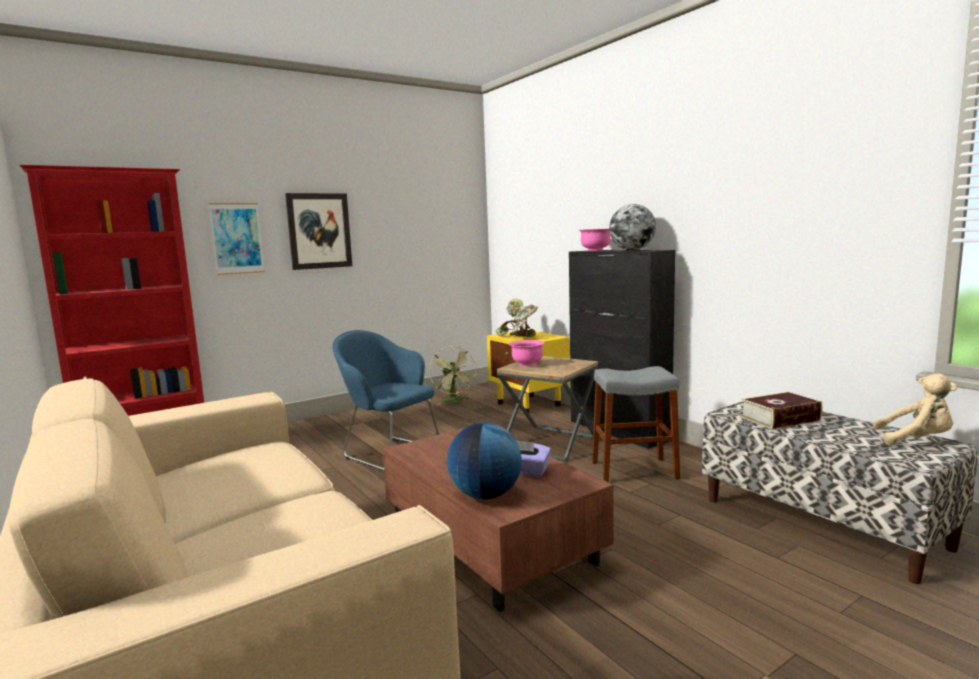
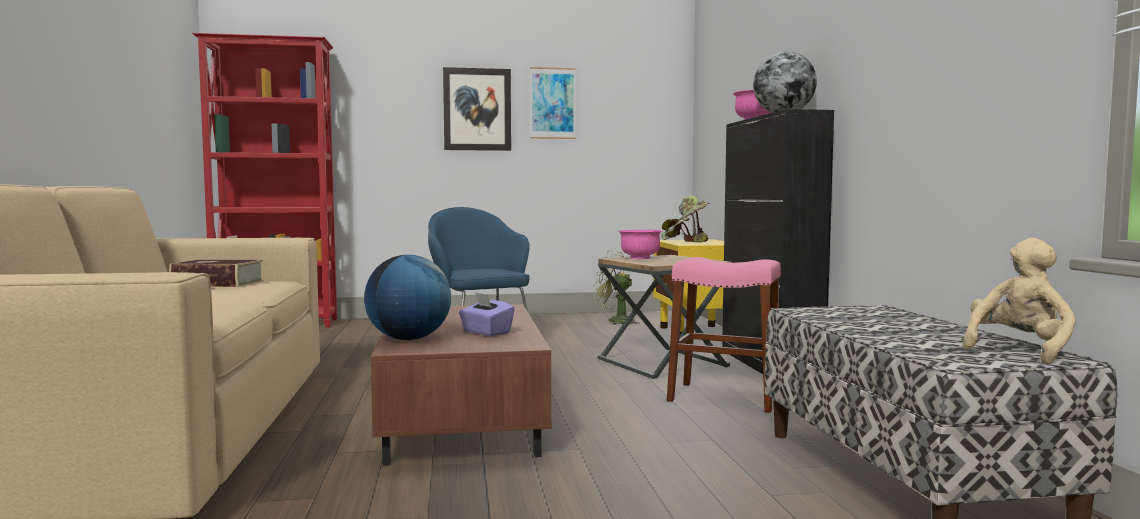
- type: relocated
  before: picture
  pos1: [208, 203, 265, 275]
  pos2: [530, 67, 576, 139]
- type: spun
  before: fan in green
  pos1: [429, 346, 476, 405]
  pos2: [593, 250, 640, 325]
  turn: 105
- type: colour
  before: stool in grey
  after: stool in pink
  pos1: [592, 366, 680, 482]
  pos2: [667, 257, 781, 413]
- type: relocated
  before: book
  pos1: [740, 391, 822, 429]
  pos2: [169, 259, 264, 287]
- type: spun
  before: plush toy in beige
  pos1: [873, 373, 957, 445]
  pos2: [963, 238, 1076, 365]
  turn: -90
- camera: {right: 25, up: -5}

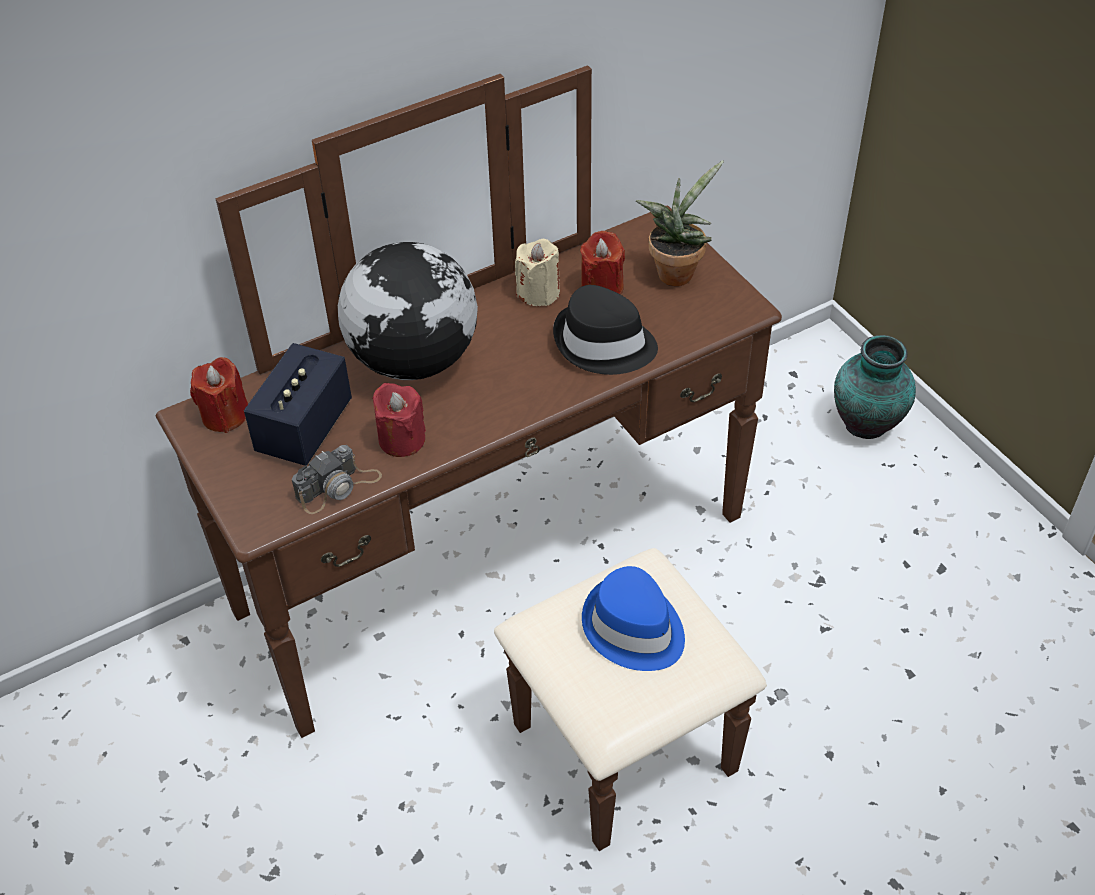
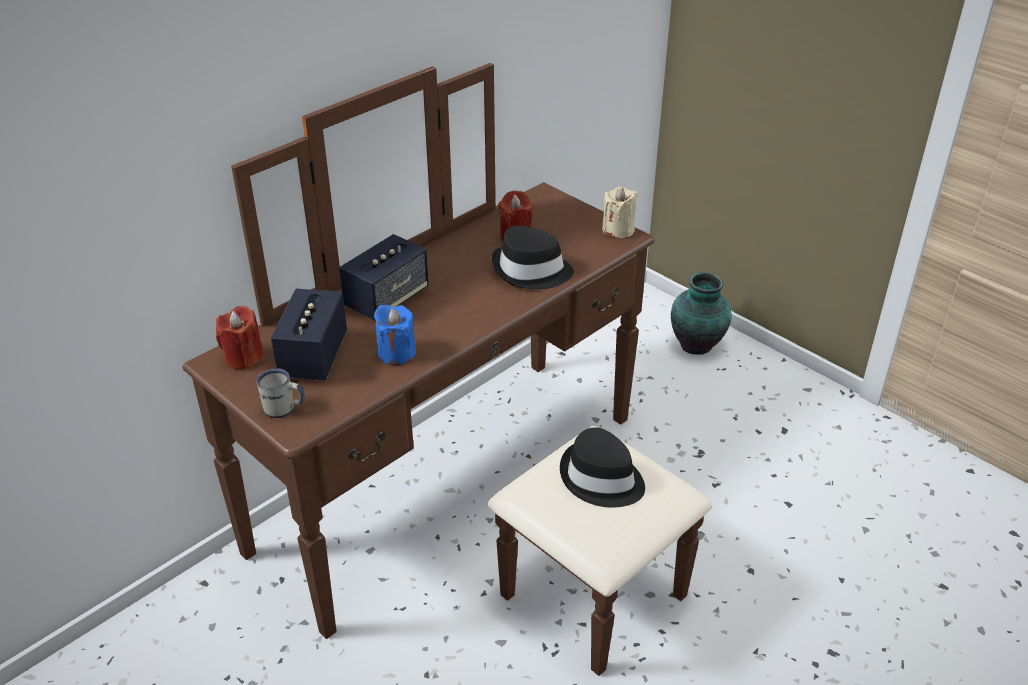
- type: missing
  before: photo camera
  pos1: [292, 445, 382, 514]
- type: exchanged
  before: globe
  after: speaker
  pos1: [338, 242, 478, 380]
  pos2: [339, 234, 429, 320]
- type: colour
  before: candle in red
  after: candle in blue
  pos1: [372, 383, 426, 457]
  pos2: [374, 305, 416, 365]
- type: relocated
  before: candle in beige
  pos1: [515, 239, 560, 306]
  pos2: [602, 186, 638, 238]
- type: colour
  before: hat in blue
  after: hat in black
  pos1: [582, 566, 685, 671]
  pos2: [560, 427, 645, 507]
- type: missing
  before: potted plant
  pos1: [636, 160, 724, 286]
- type: appeared
  after: mug in white
  pos2: [256, 368, 305, 418]
- camera: {right: -15, up: -10}

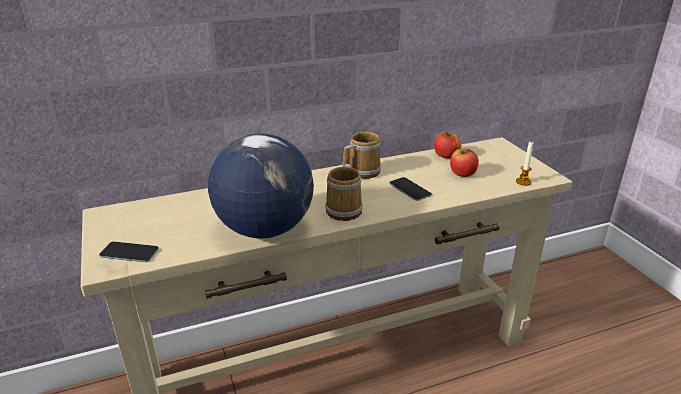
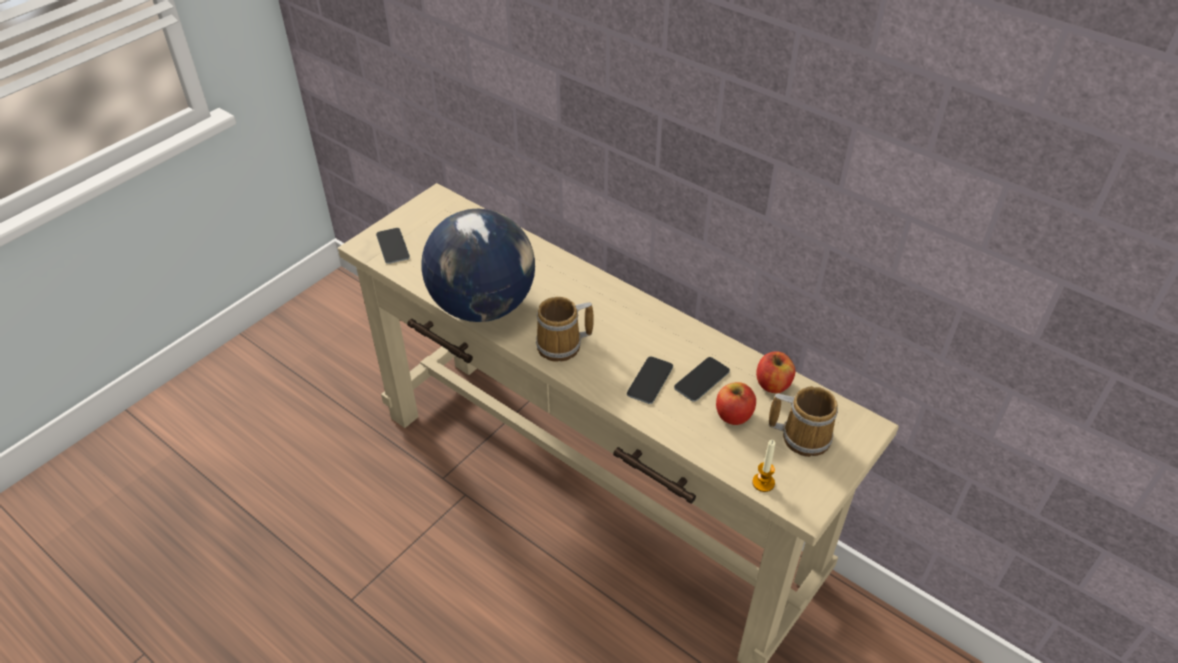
- type: relocated
  before: mug
  pos1: [343, 132, 381, 179]
  pos2: [769, 386, 838, 457]
- type: appeared
  after: phone
  pos2: [674, 357, 730, 401]
- camera: {right: 60, up: 15}

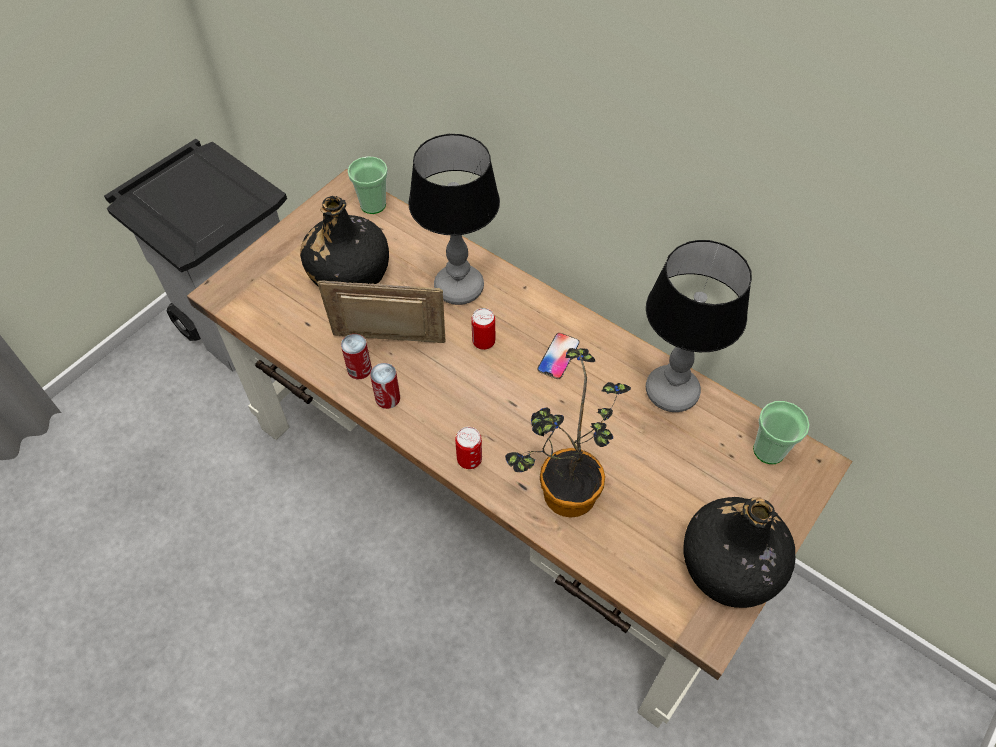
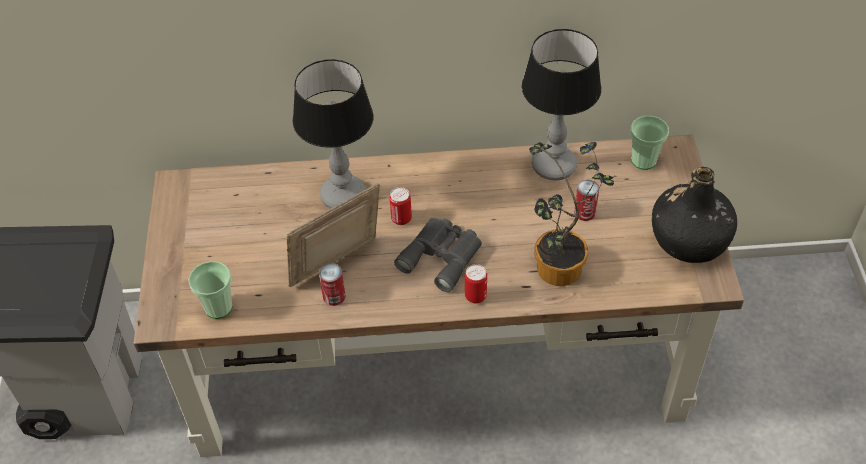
- type: missing
  before: bottle in black
  pos1: [300, 196, 389, 287]
- type: relocated
  before: cup
  pos1: [348, 156, 388, 214]
  pos2: [188, 261, 232, 319]
- type: relocated
  before: can
  pos1: [370, 363, 400, 409]
  pos2: [574, 179, 599, 221]
- type: missing
  before: phone
  pos1: [537, 333, 579, 379]
- type: appeared
  after: binoculars in grey
  pos2: [394, 218, 482, 292]
- camera: {right: -40, up: -5}

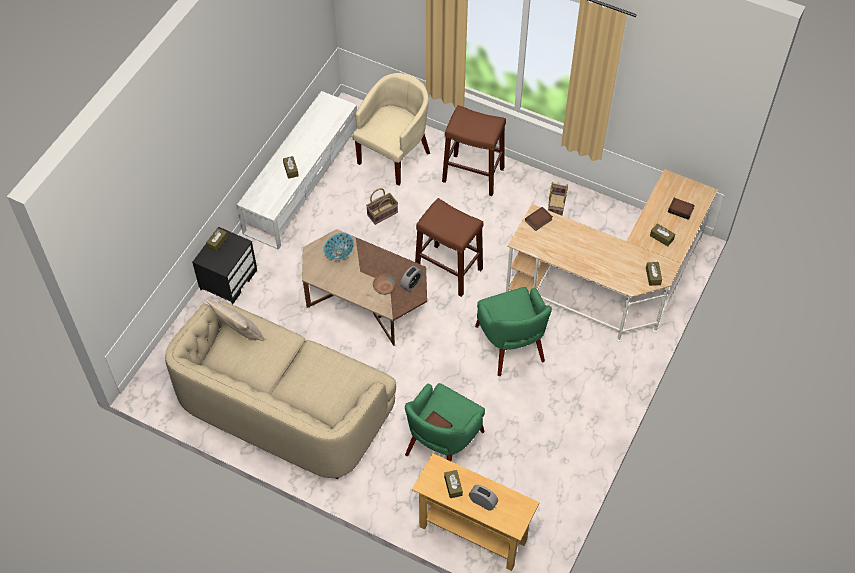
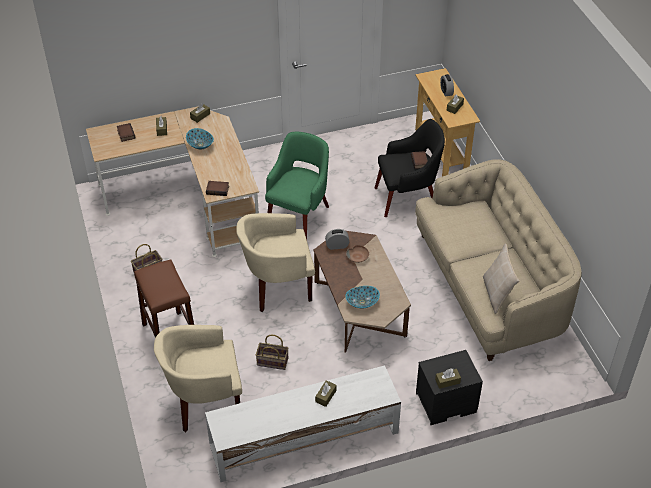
- type: colour
  before: armchair in green
  after: armchair in black
  pos1: [405, 383, 485, 462]
  pos2: [374, 119, 445, 217]
- type: exchanged
  before: stool in brown
  after: armchair in beige
  pos1: [415, 198, 483, 297]
  pos2: [236, 213, 315, 312]
- type: appeared
  after: bowl
  pos2: [186, 128, 214, 149]
- camera: {right: -135, up: -10}

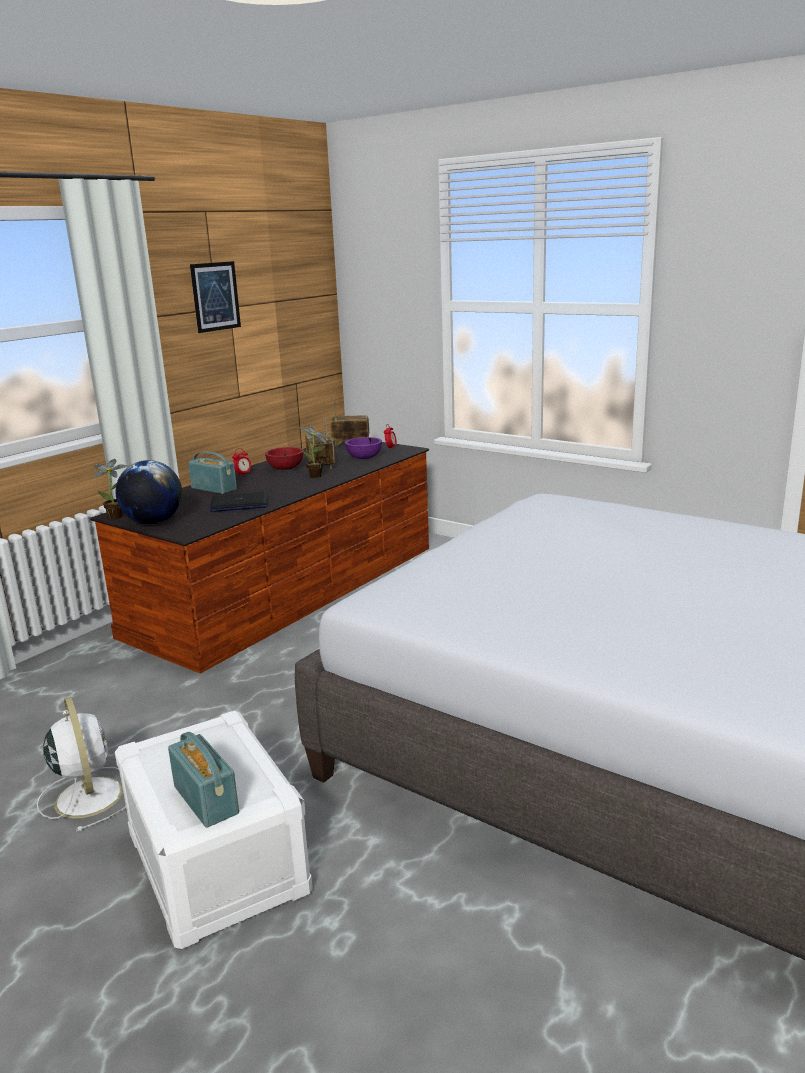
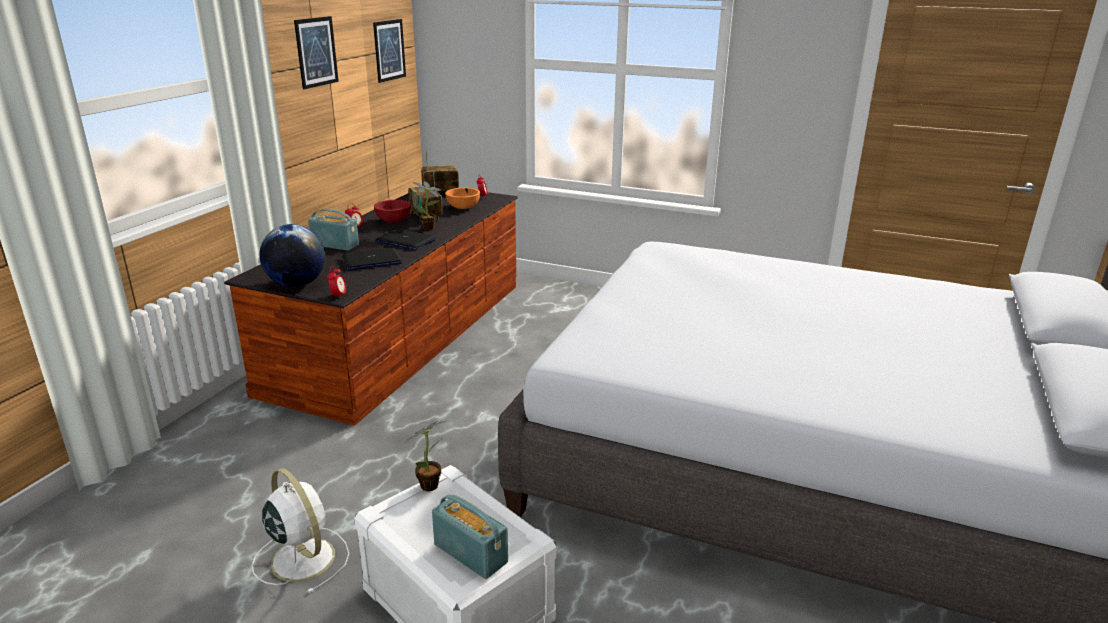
- type: relocated
  before: potted plant
  pos1: [92, 459, 128, 519]
  pos2: [403, 420, 448, 491]
- type: colour
  before: bowl in purple
  after: bowl in orange
  pos1: [345, 437, 382, 459]
  pos2: [445, 188, 480, 209]
- type: appeared
  after: alarm clock
  pos2: [327, 266, 346, 299]
- type: appeared
  after: picture
  pos2: [373, 19, 406, 83]
- type: appeared
  after: laptop
  pos2: [376, 229, 436, 250]
- camera: {right: -15, up: 5}

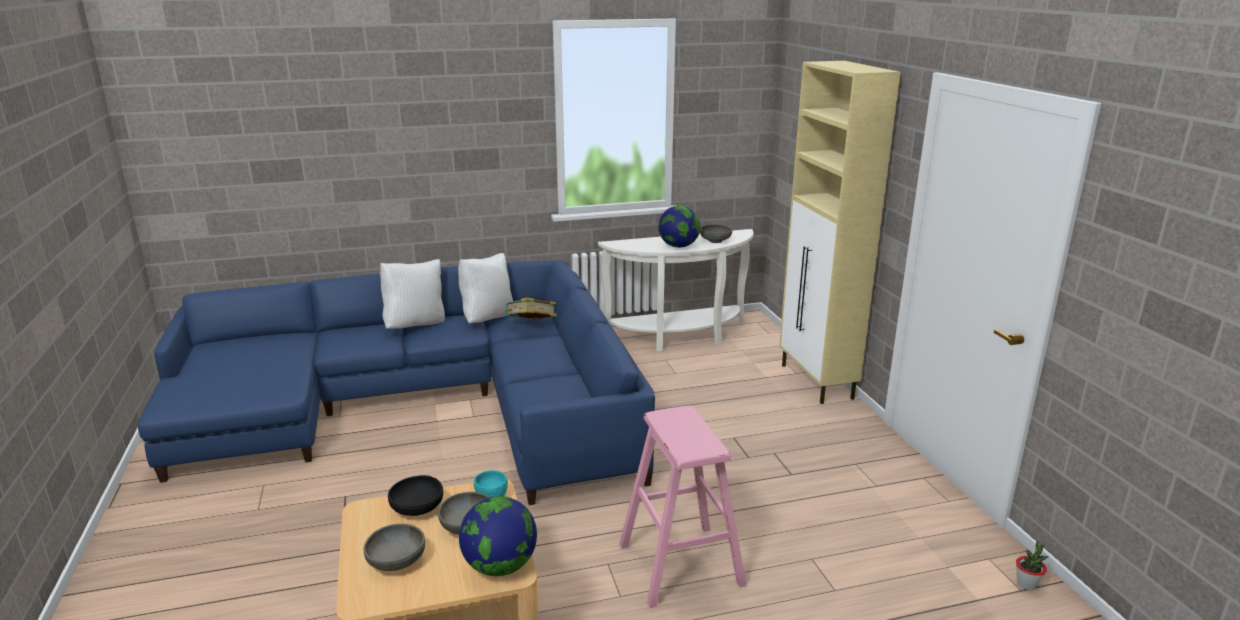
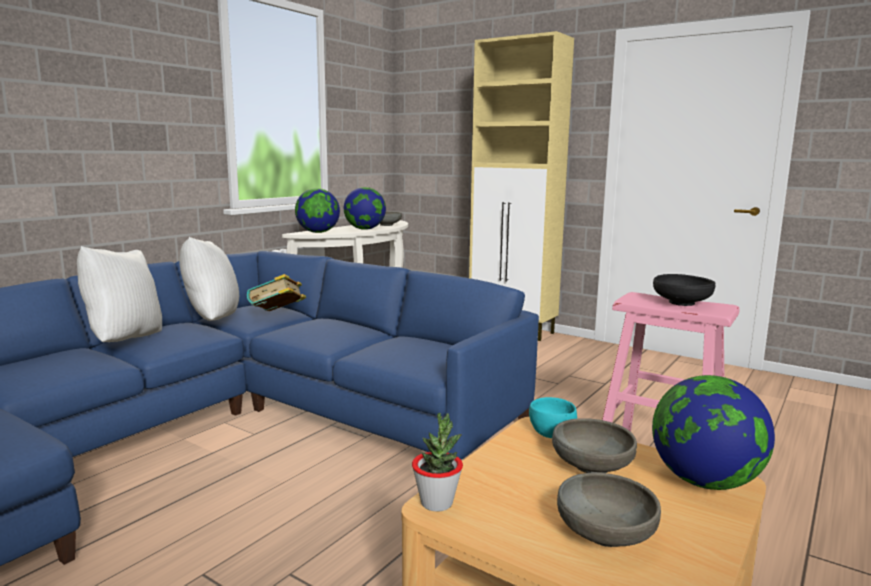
- type: relocated
  before: bowl in black
  pos1: [388, 475, 443, 516]
  pos2: [653, 274, 715, 306]
- type: relocated
  before: potted plant
  pos1: [1016, 541, 1049, 590]
  pos2: [412, 412, 463, 511]
- type: appeared
  after: globe
  pos2: [295, 188, 340, 233]
- camera: {right: -40, up: -10}

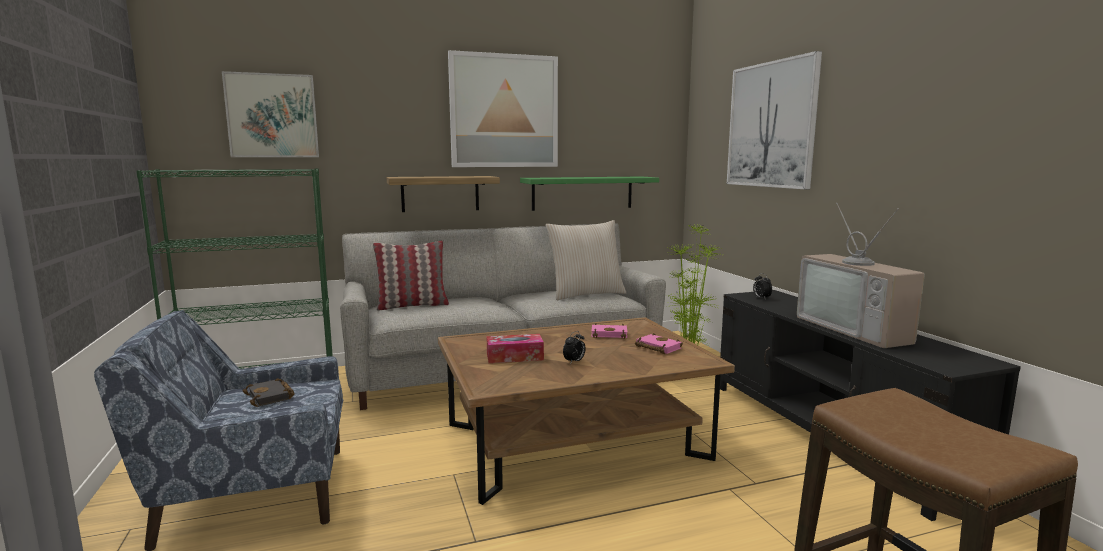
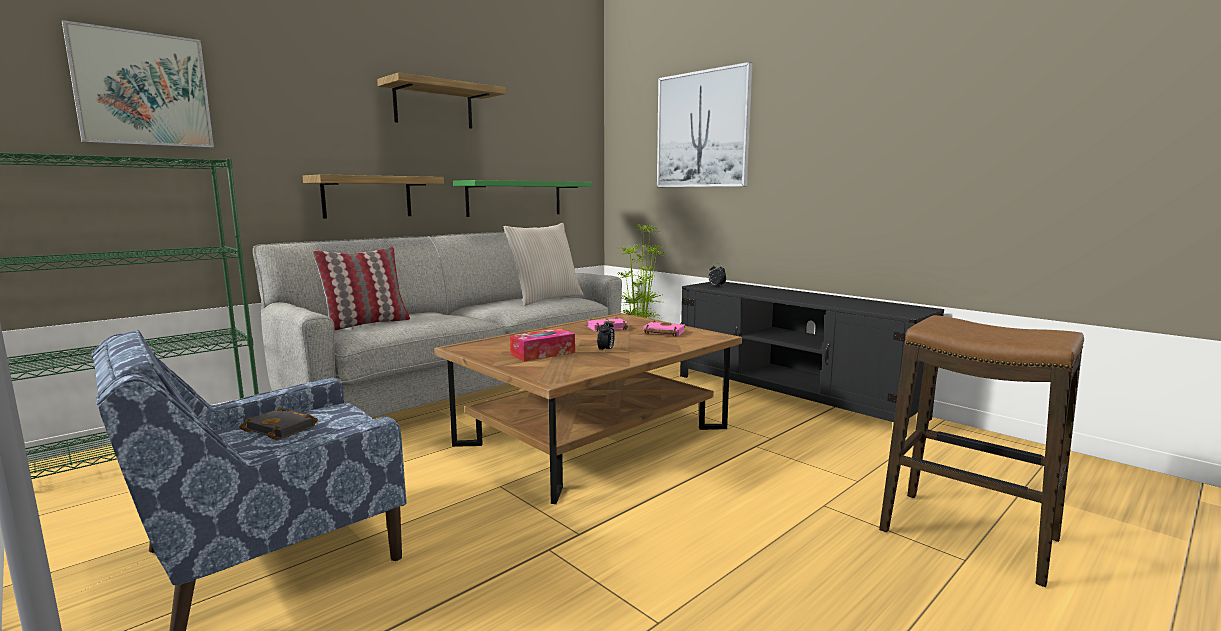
- type: exchanged
  before: picture
  after: shelf
  pos1: [448, 50, 558, 167]
  pos2: [377, 72, 506, 129]
- type: missing
  before: television
  pos1: [797, 203, 925, 348]
- camera: {right: -25, up: 0}

